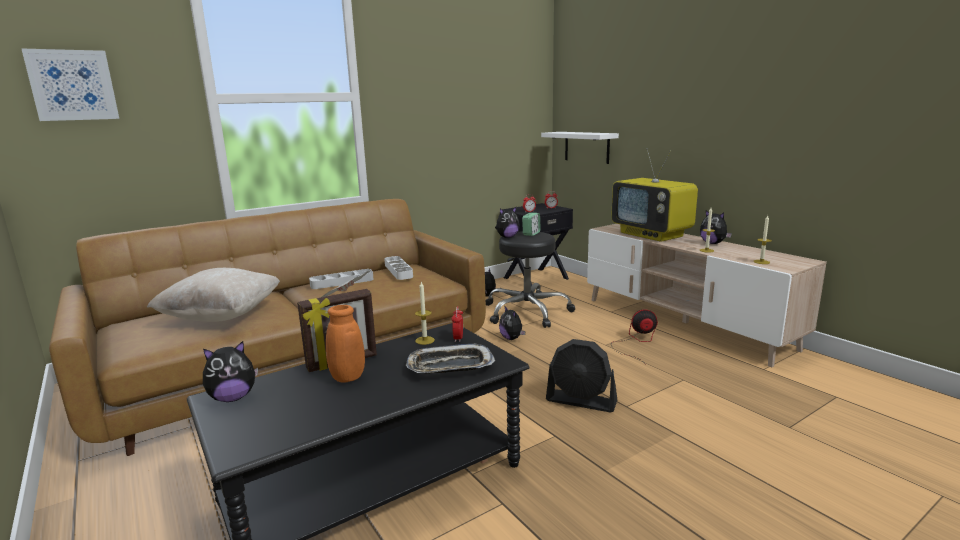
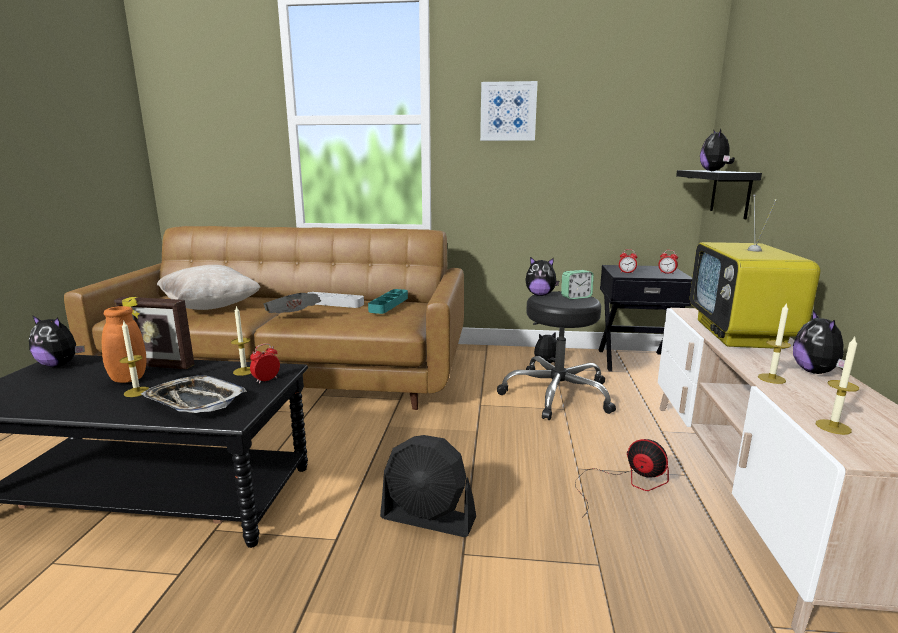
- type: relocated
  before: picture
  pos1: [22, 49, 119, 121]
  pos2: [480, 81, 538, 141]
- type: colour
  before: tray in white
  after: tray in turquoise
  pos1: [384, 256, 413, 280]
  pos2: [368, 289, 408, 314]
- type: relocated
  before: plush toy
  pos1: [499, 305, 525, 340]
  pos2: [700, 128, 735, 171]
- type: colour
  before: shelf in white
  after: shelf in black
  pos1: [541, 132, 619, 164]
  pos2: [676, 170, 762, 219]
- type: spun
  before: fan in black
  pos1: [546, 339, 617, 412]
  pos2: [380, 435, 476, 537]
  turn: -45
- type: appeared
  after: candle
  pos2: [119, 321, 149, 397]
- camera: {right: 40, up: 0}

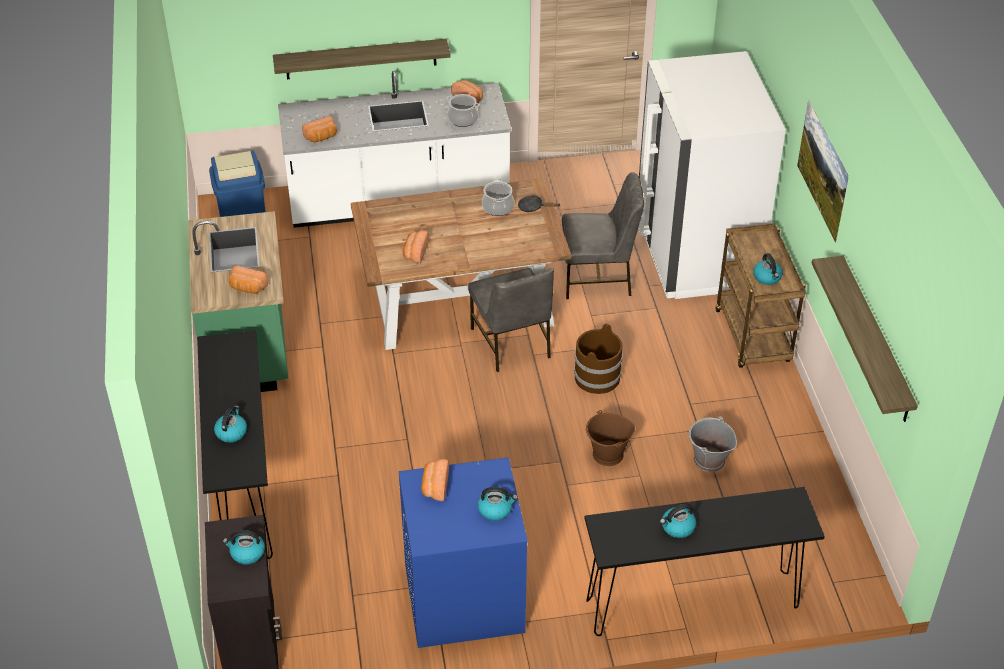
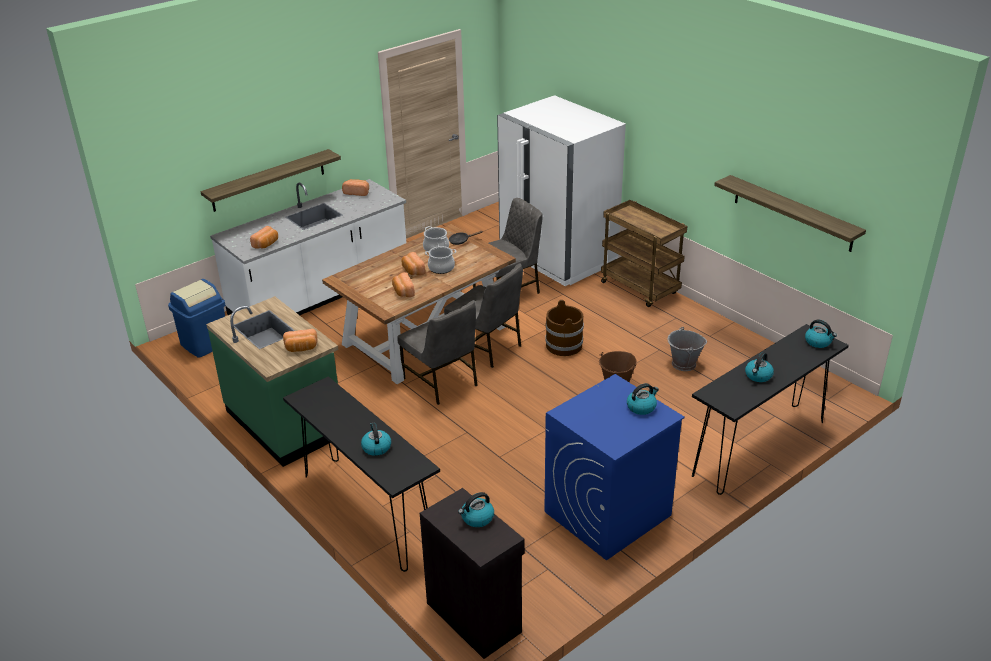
- type: relocated
  before: bread
  pos1: [421, 459, 449, 501]
  pos2: [401, 252, 425, 275]
- type: relocated
  before: cooking pot
  pos1: [446, 94, 480, 127]
  pos2: [425, 246, 456, 274]
- type: relocated
  before: kettle
  pos1: [753, 253, 783, 285]
  pos2: [805, 320, 837, 348]
- type: missing
  before: picture
  pos1: [797, 100, 849, 243]
- type: appeared
  after: chair in grey
  pos2: [397, 300, 478, 405]
- camera: {right: -30, up: -10}

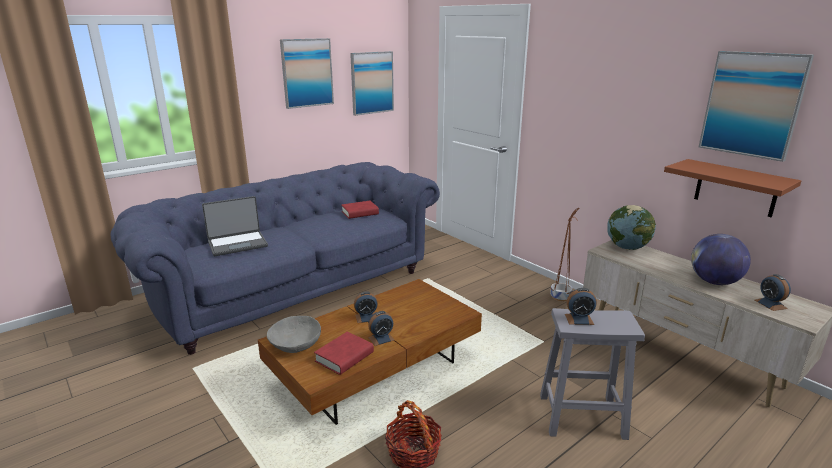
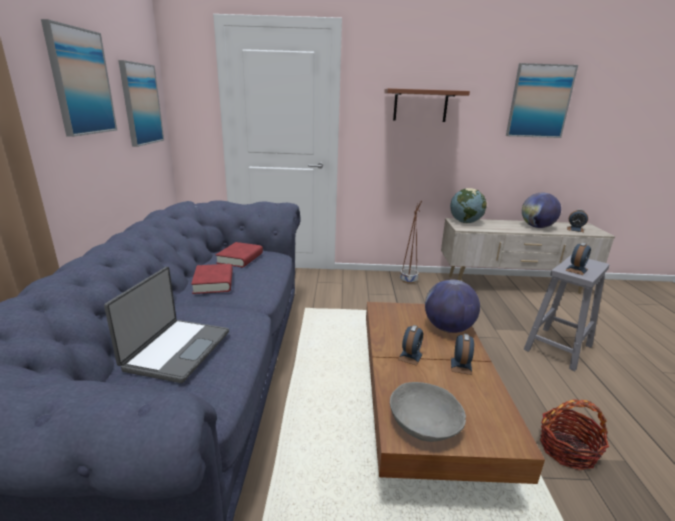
- type: relocated
  before: book in red
  pos1: [314, 332, 374, 375]
  pos2: [191, 264, 233, 294]
- type: relocated
  before: shelf in brown
  pos1: [664, 159, 801, 217]
  pos2: [384, 88, 470, 122]
- type: appeared
  after: globe
  pos2: [425, 279, 480, 333]
- camera: {right: -50, up: 0}

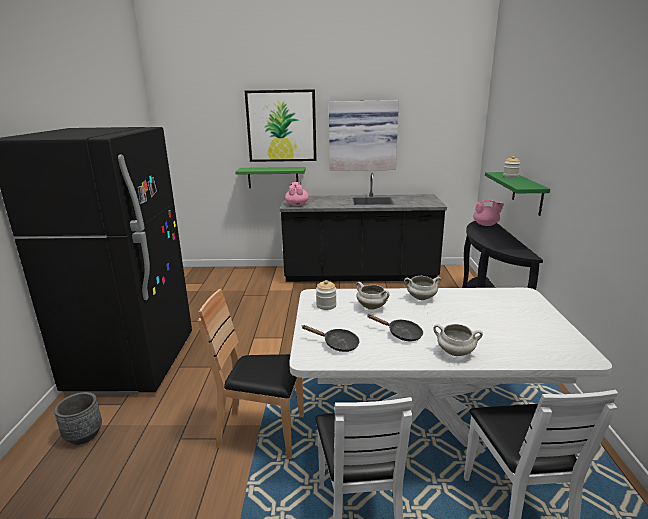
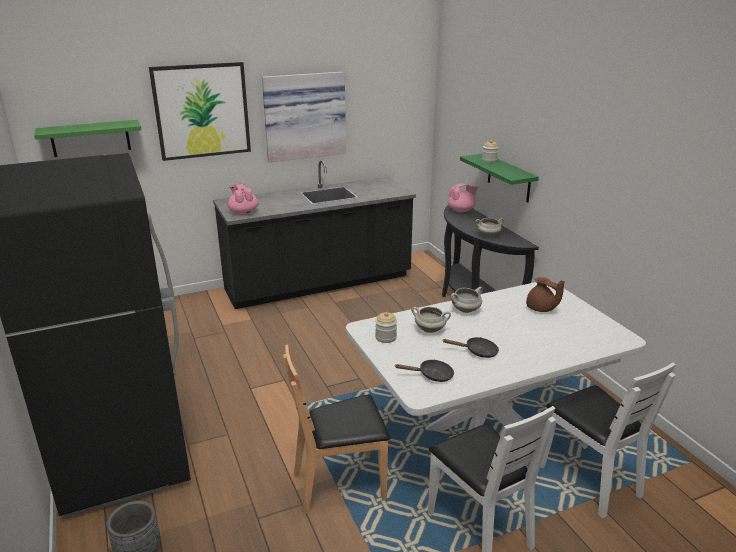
- type: relocated
  before: shelf in green
  pos1: [235, 167, 306, 188]
  pos2: [34, 120, 141, 157]
- type: relocated
  before: cooking pot in white
  pos1: [433, 324, 483, 356]
  pos2: [475, 218, 504, 237]
- type: appeared
  after: teapot in brown
  pos2: [526, 277, 565, 312]
- camera: {right: -25, up: 5}

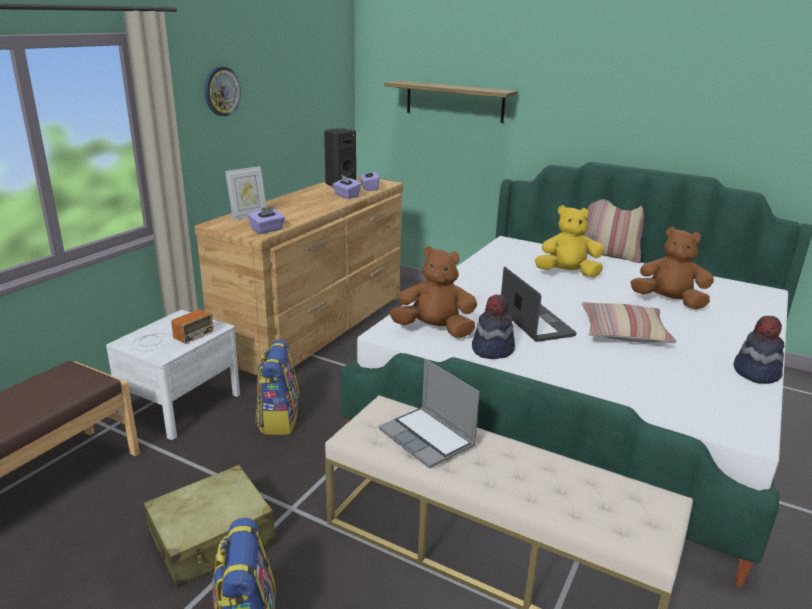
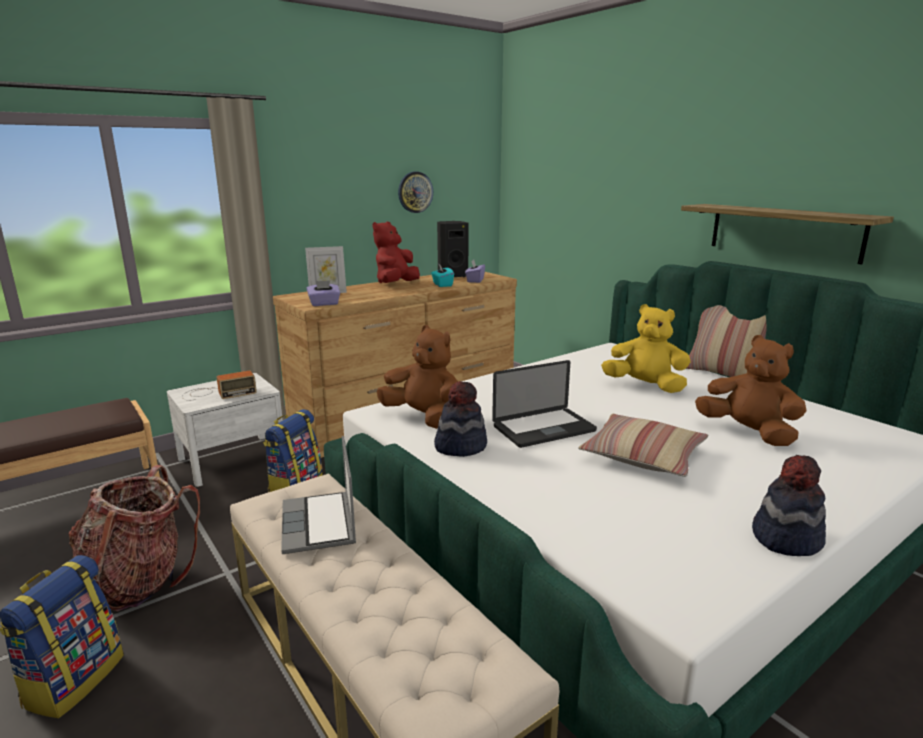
- type: exchanged
  before: suitcase in beige
  after: backpack
  pos1: [144, 465, 276, 588]
  pos2: [68, 465, 200, 612]
- type: relocated
  before: wall clock
  pos1: [205, 67, 241, 116]
  pos2: [398, 172, 433, 213]
- type: colour
  before: tissue box in purple
  after: tissue box in turquoise
  pos1: [332, 175, 361, 199]
  pos2: [431, 263, 454, 287]
- type: relocated
  before: shelf
  pos1: [384, 80, 518, 123]
  pos2: [681, 204, 894, 265]
- type: spun
  before: laptop
  pos1: [501, 267, 576, 342]
  pos2: [492, 360, 597, 448]
  turn: 60
- type: appeared
  after: plush toy in red
  pos2: [373, 221, 420, 283]
- camera: {right: 25, up: -5}

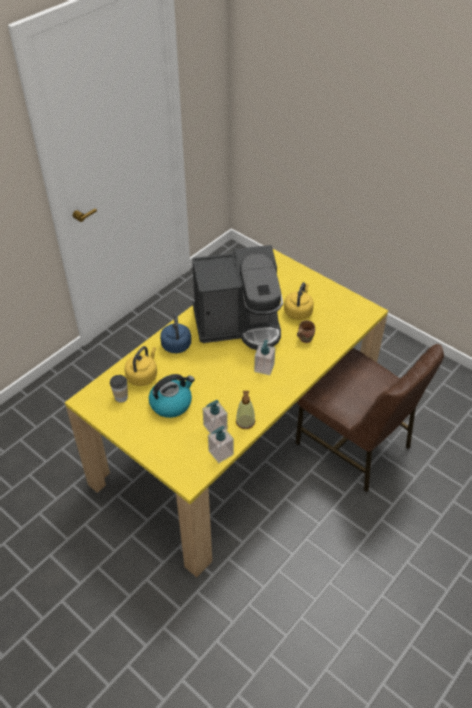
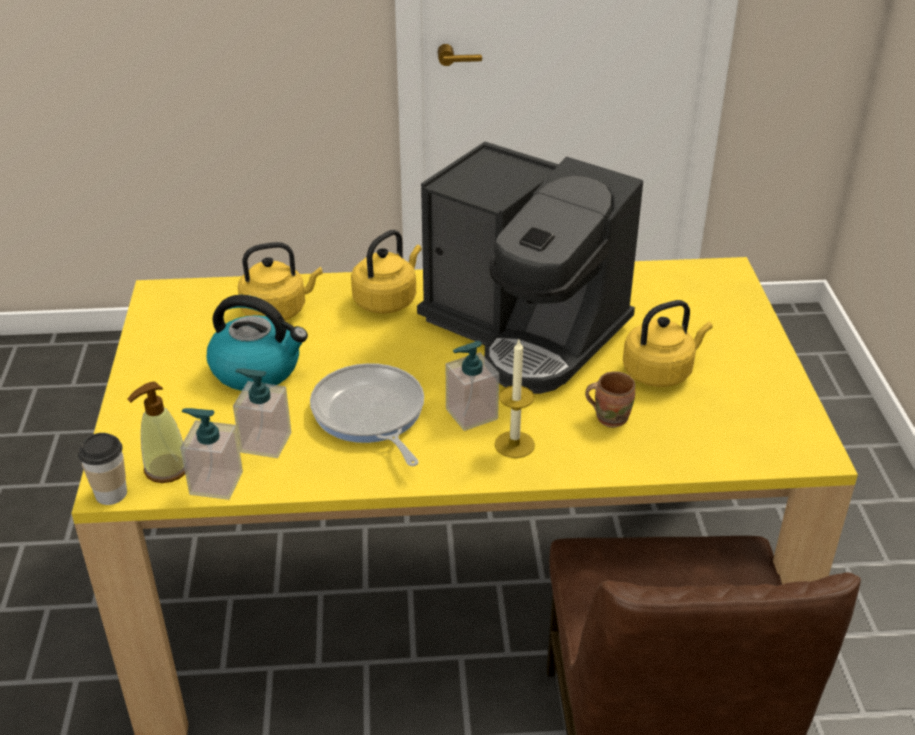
- type: relocated
  before: cup
  pos1: [110, 375, 128, 403]
  pos2: [78, 433, 127, 505]
- type: colour
  before: kettle in blue
  after: kettle in yellow
  pos1: [160, 314, 191, 353]
  pos2: [351, 230, 422, 314]
- type: relocated
  before: soap dispenser
  pos1: [236, 391, 255, 429]
  pos2: [127, 381, 185, 483]
- type: appeared
  after: frying pan
  pos2: [310, 363, 424, 466]
- type: appeared
  after: candle
  pos2: [495, 340, 535, 458]
- camera: {right: 45, up: -10}

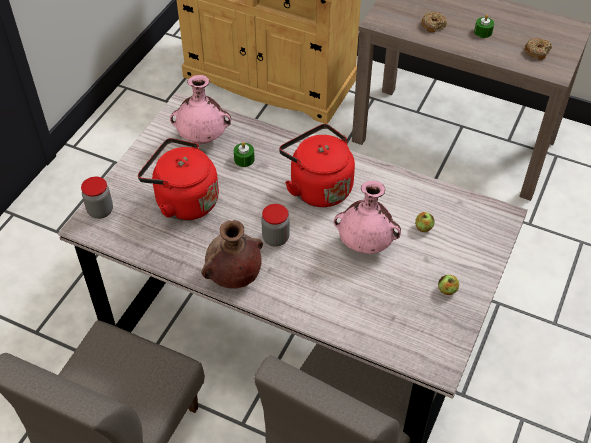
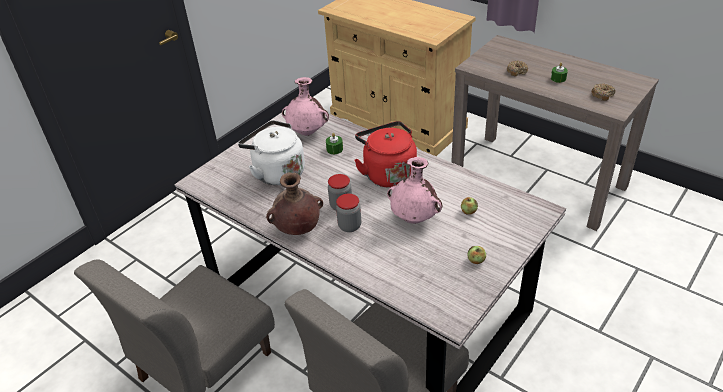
- type: relocated
  before: jar
  pos1: [81, 177, 113, 219]
  pos2: [336, 194, 361, 232]
- type: colour
  before: kettle in red
  after: kettle in white
  pos1: [138, 138, 219, 221]
  pos2: [238, 120, 305, 185]
- camera: {right: 15, up: -10}

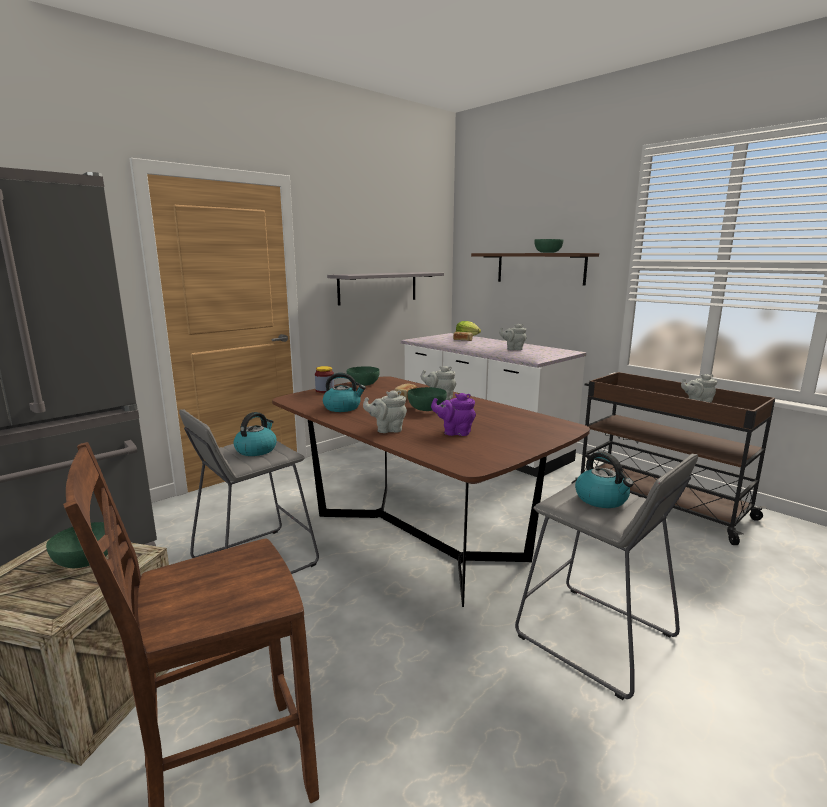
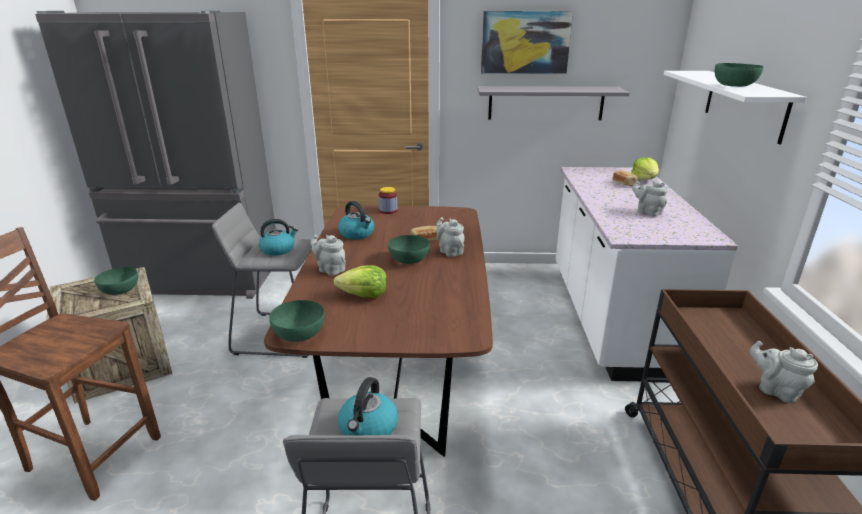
- type: relocated
  before: bowl in green
  pos1: [347, 366, 380, 386]
  pos2: [269, 300, 325, 342]
- type: exchanged
  before: teapot in purple
  after: lettuce
  pos1: [431, 393, 476, 436]
  pos2: [334, 265, 387, 298]
- type: colour
  before: shelf in brown
  after: shelf in white
  pos1: [471, 253, 599, 286]
  pos2: [664, 71, 807, 144]
- type: appeared
  after: picture
  pos2: [481, 11, 573, 74]
- camera: {right: 45, up: 10}

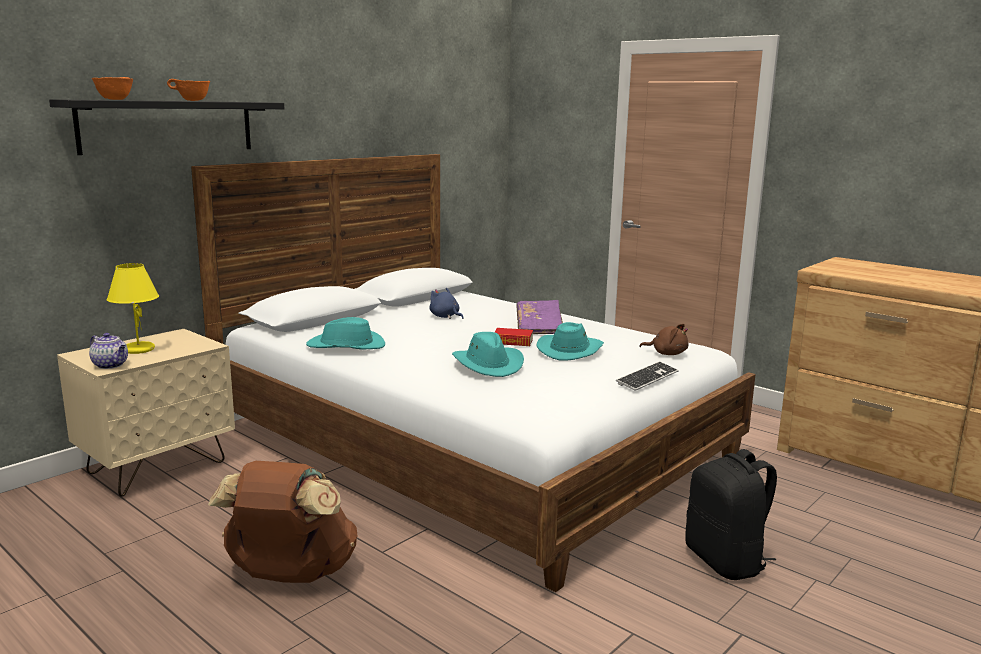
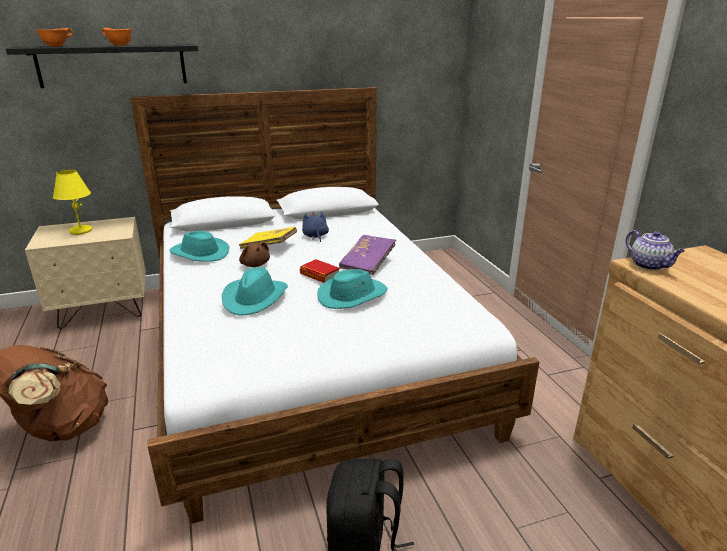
- type: relocated
  before: teapot
  pos1: [89, 333, 128, 369]
  pos2: [626, 230, 685, 270]
- type: missing
  before: keyboard
  pos1: [616, 361, 679, 391]
- type: relocated
  before: plush toy in brown
  pos1: [639, 324, 689, 355]
  pos2: [239, 242, 270, 267]
- type: appeared
  after: book in yellow
  pos2: [239, 227, 297, 249]
- camera: {right: 30, up: 10}

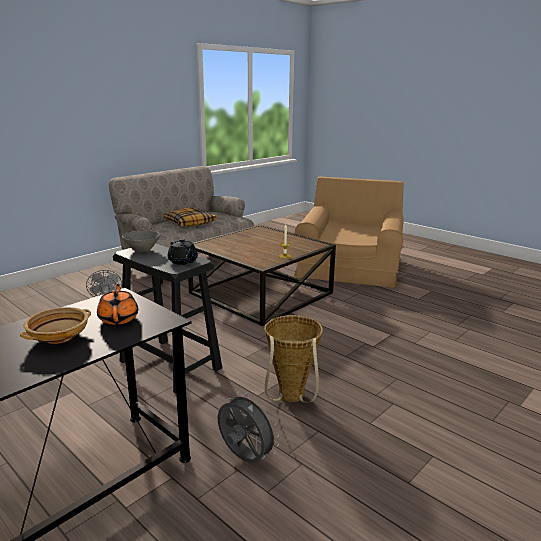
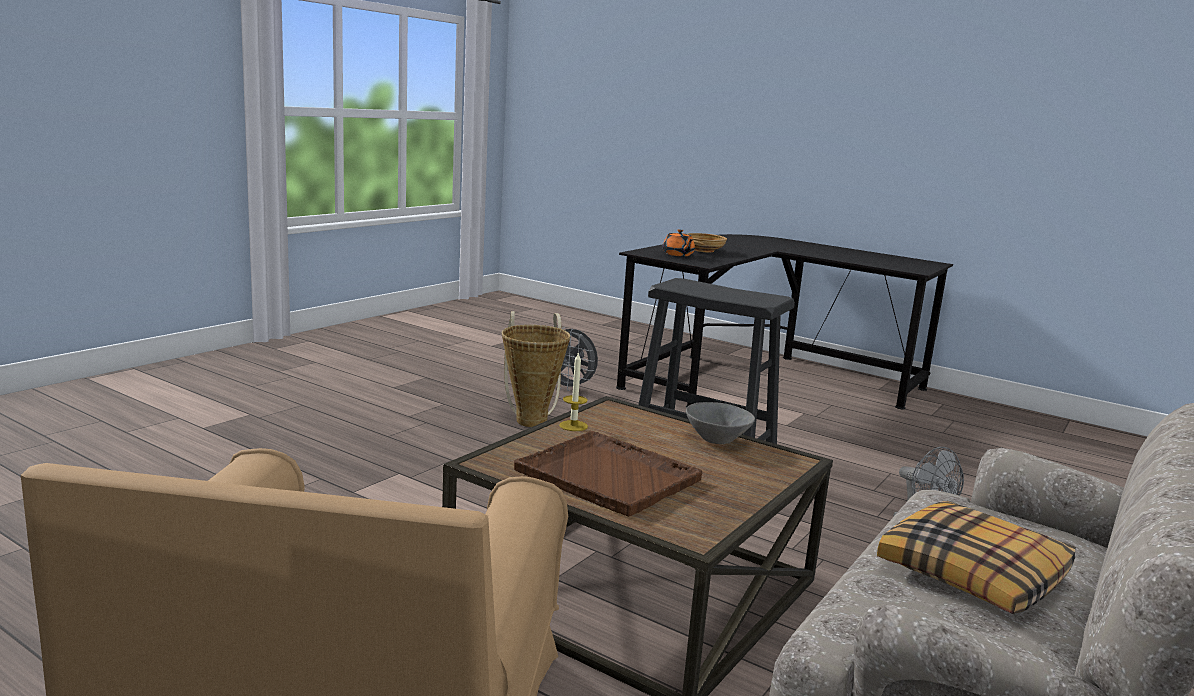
- type: relocated
  before: bowl in grey
  pos1: [122, 231, 160, 252]
  pos2: [686, 402, 755, 444]
- type: missing
  before: teapot in black
  pos1: [168, 239, 198, 265]
- type: appeared
  after: tray in brown
  pos2: [514, 431, 702, 517]
- camera: {right: 170, up: -5}

